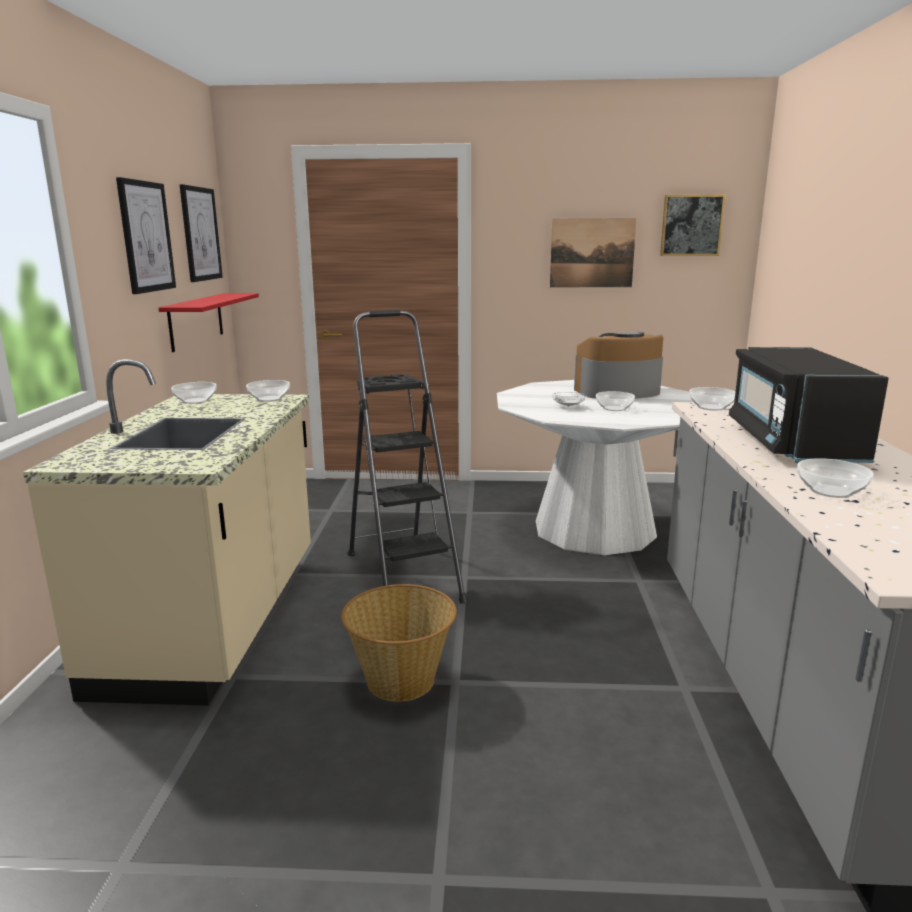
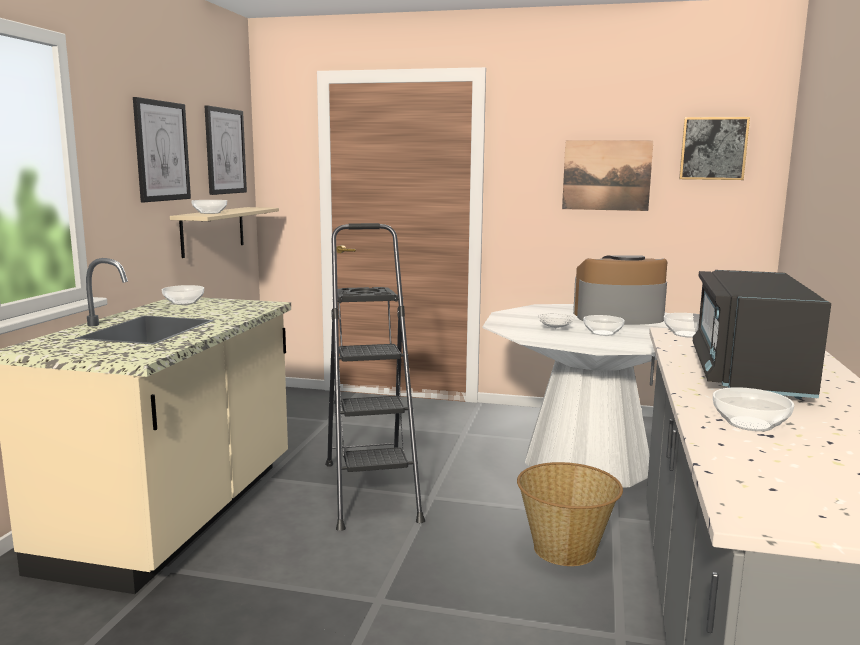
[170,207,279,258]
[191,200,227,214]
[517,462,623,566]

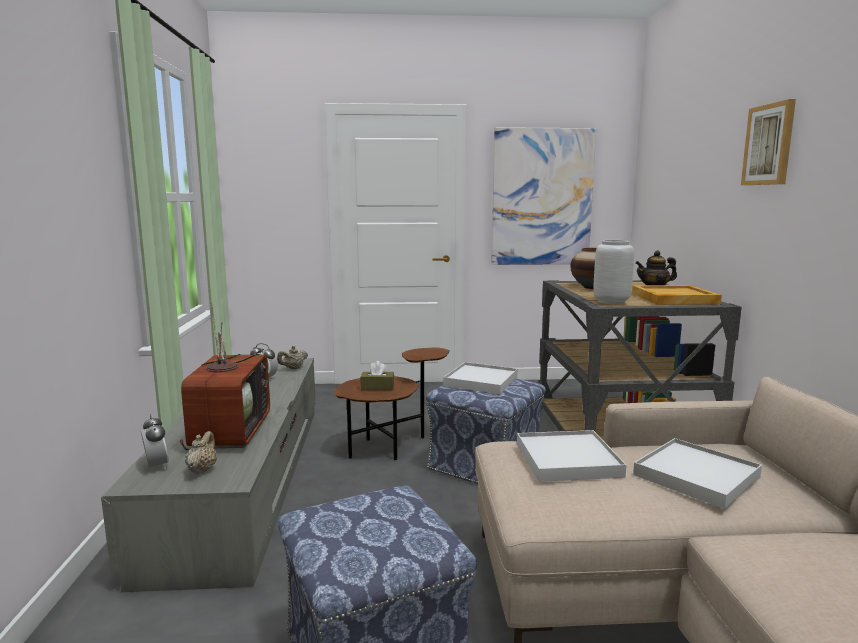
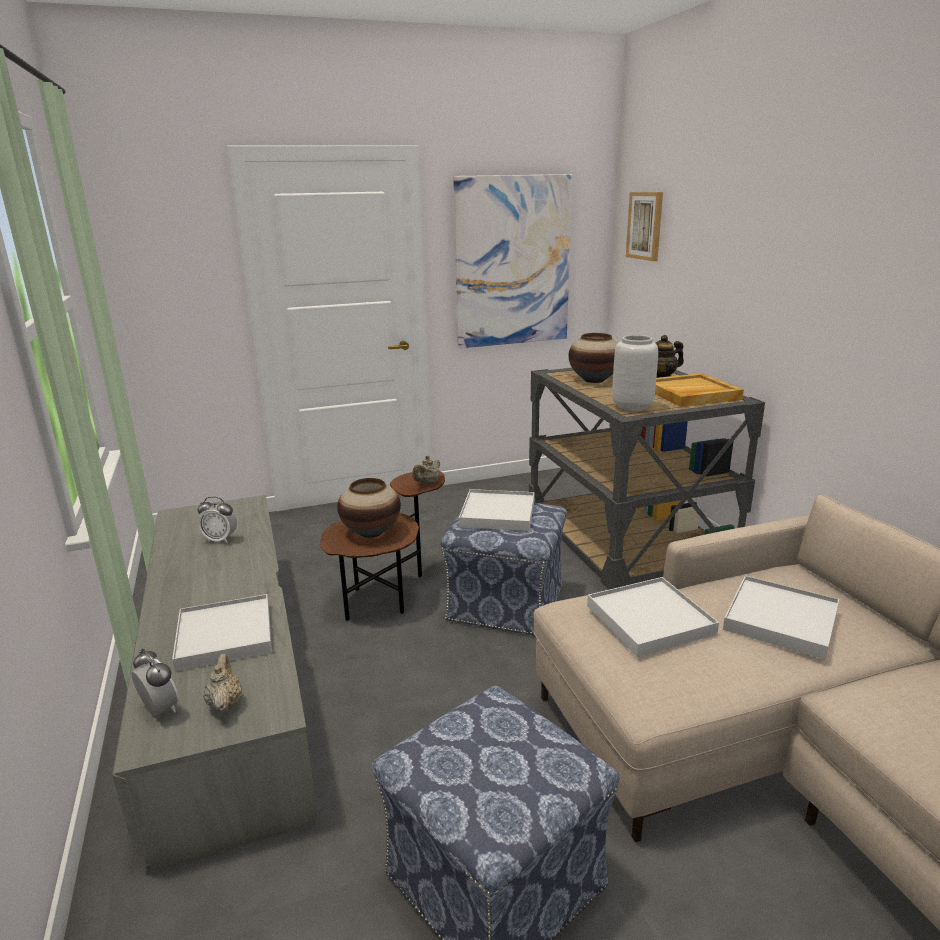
[172,594,272,671]
[412,455,440,485]
[337,478,401,538]
[626,192,663,261]

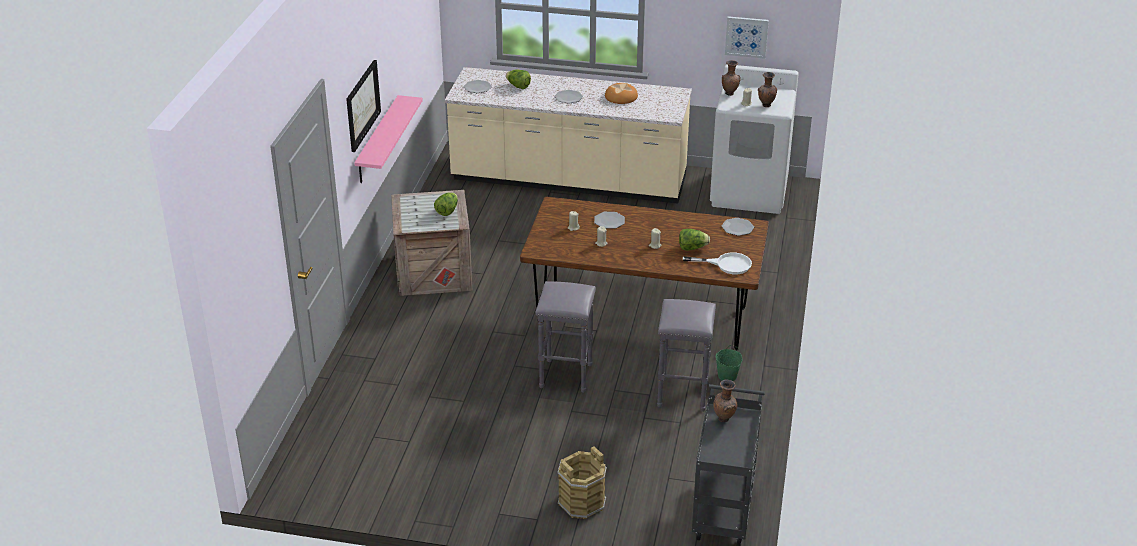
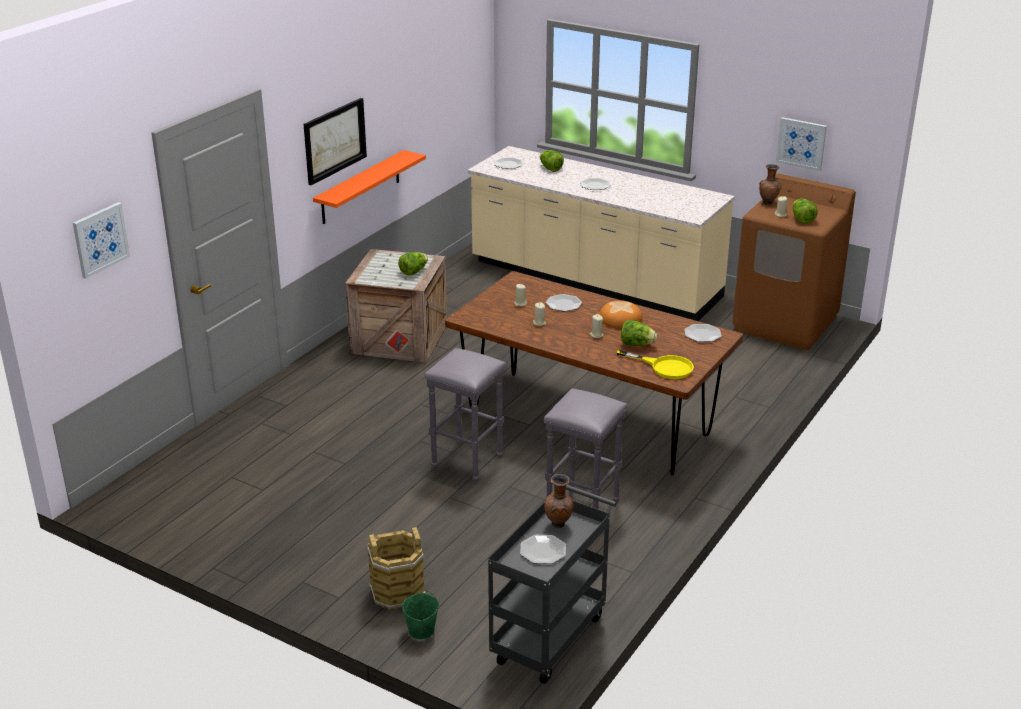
[313,150,426,224]
[599,300,642,328]
[616,350,694,379]
[732,174,856,350]
[402,589,439,640]
[793,199,818,224]
[73,202,130,279]
[520,535,566,564]

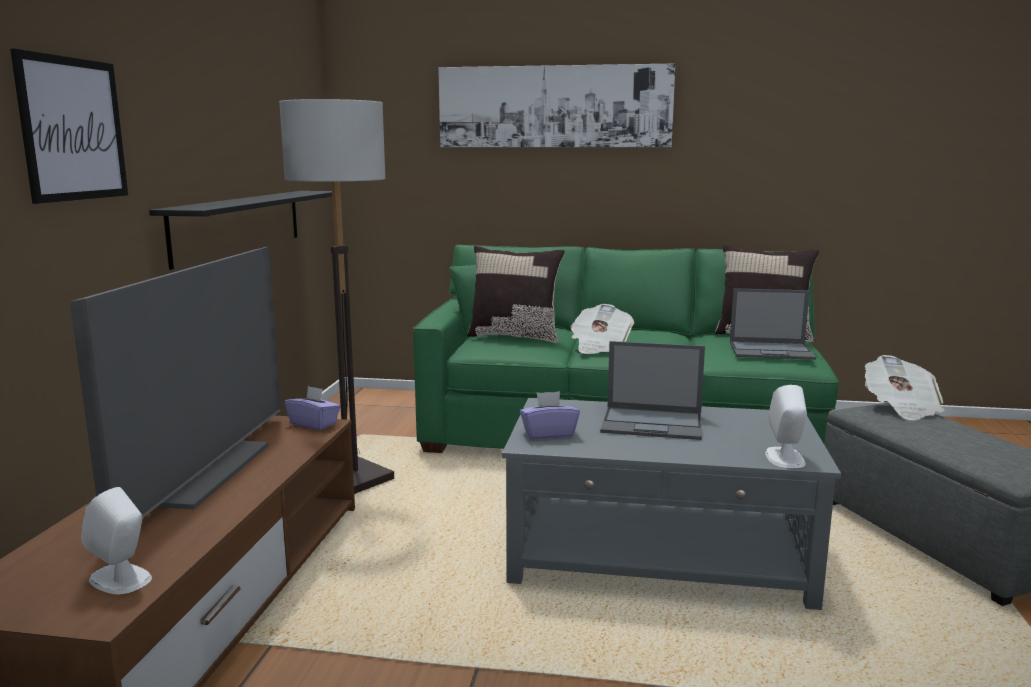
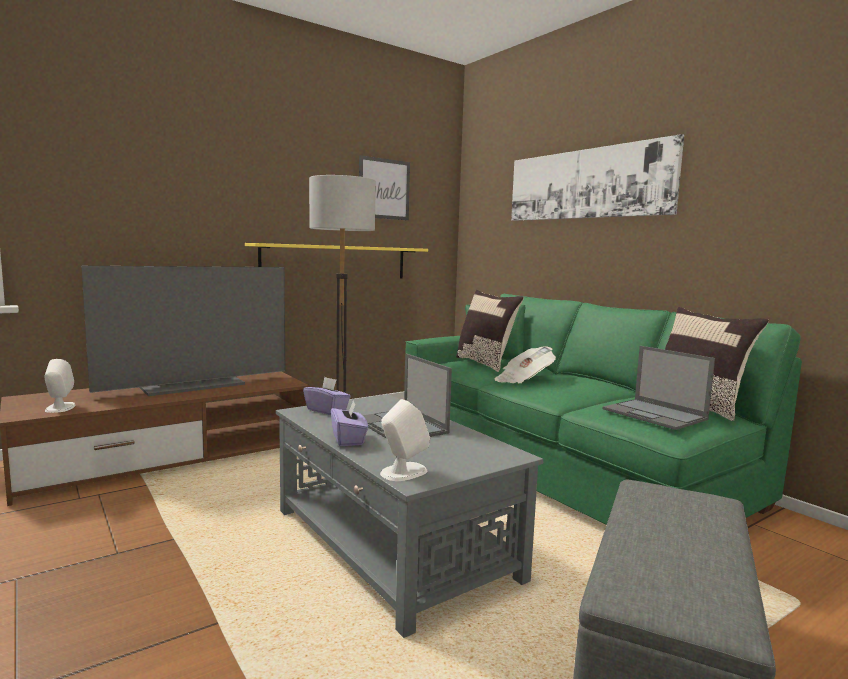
[359,155,410,220]
[245,243,428,278]
[331,400,368,446]
[865,355,945,420] (first image)

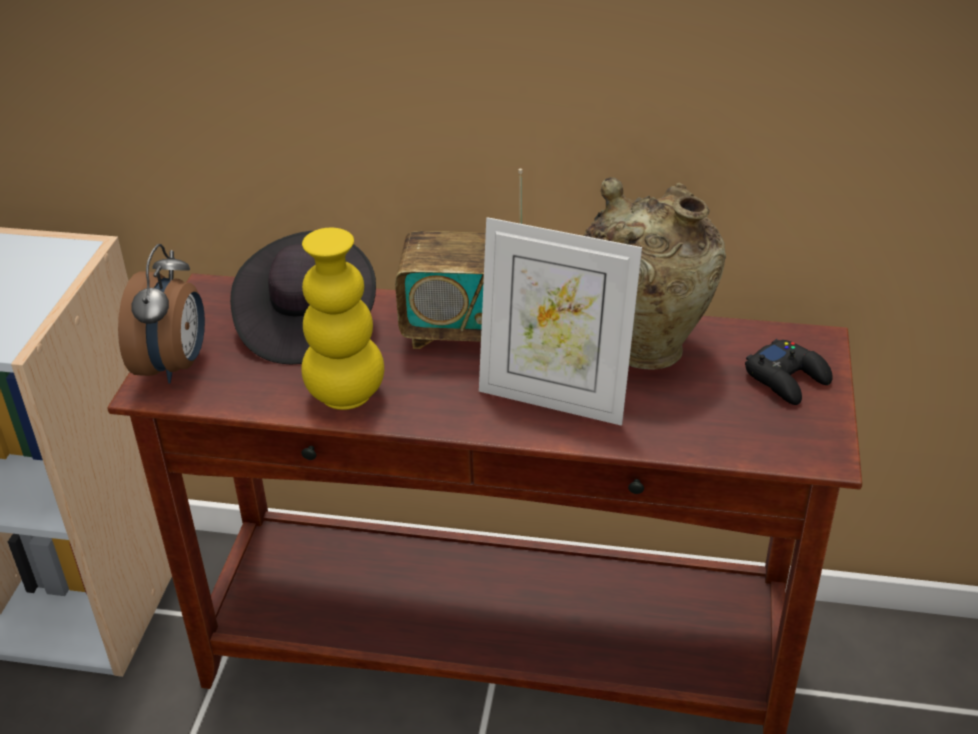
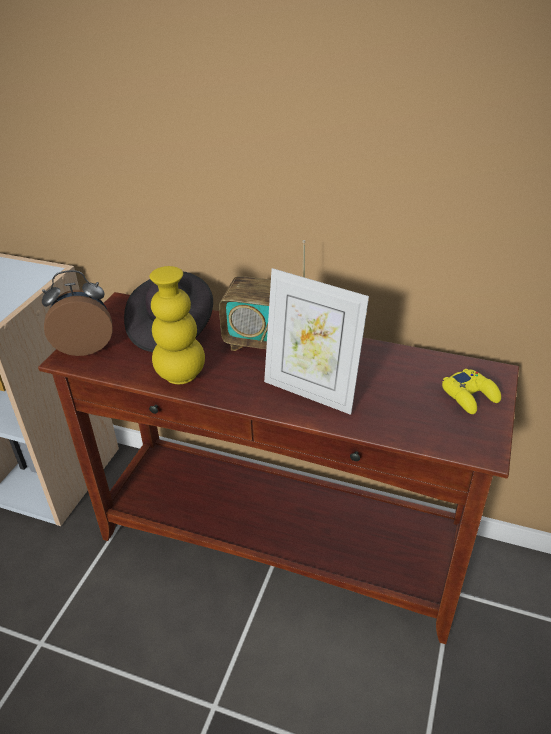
[42,270,113,356]
[584,177,726,370] (first image)
[442,368,501,414]

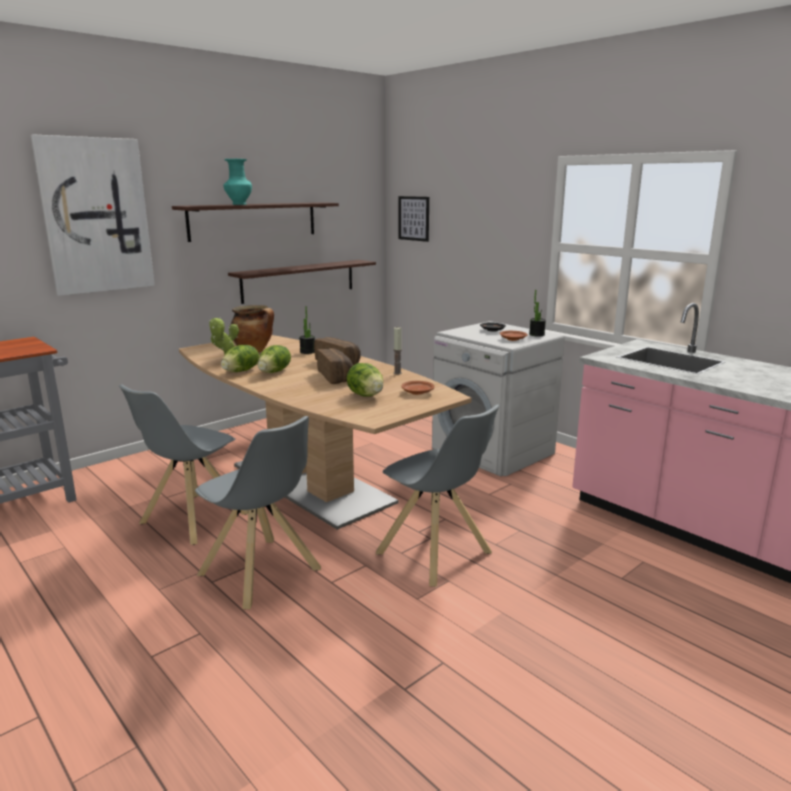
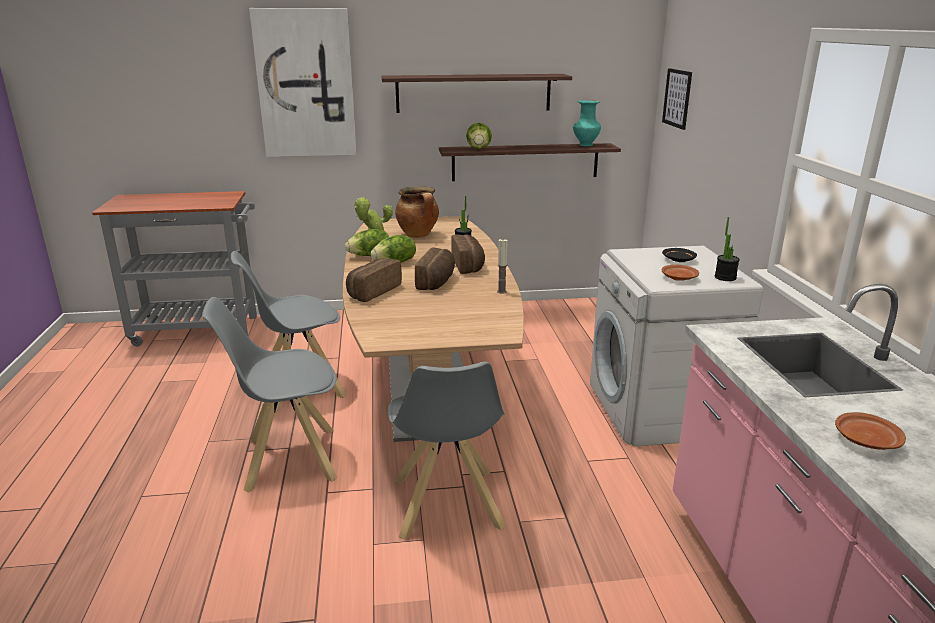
[202,297,337,492]
[573,100,601,146]
[466,123,492,149]
[835,412,906,450]
[346,258,402,302]

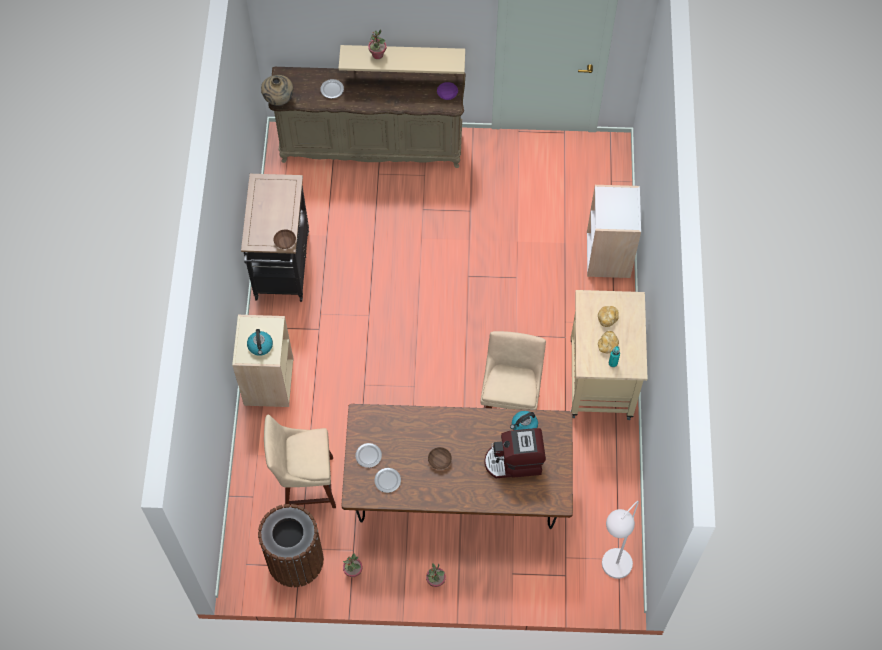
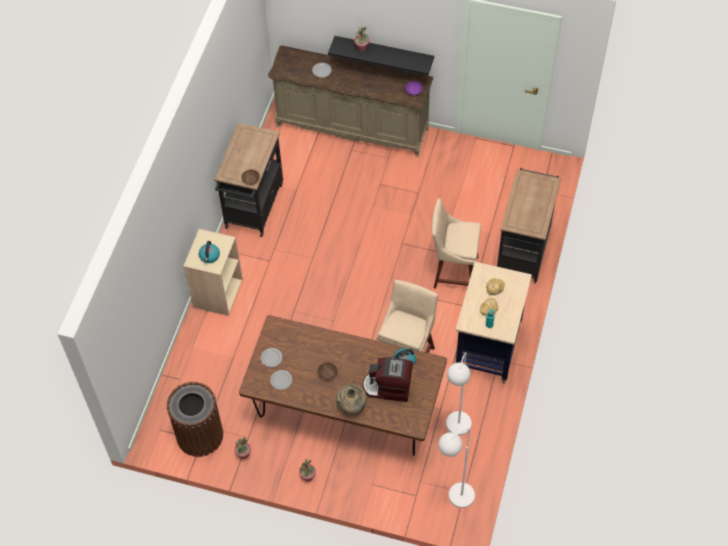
[336,384,367,414]
[432,198,481,289]
[328,36,434,75]
[456,262,532,384]
[497,168,561,284]
[446,352,472,435]

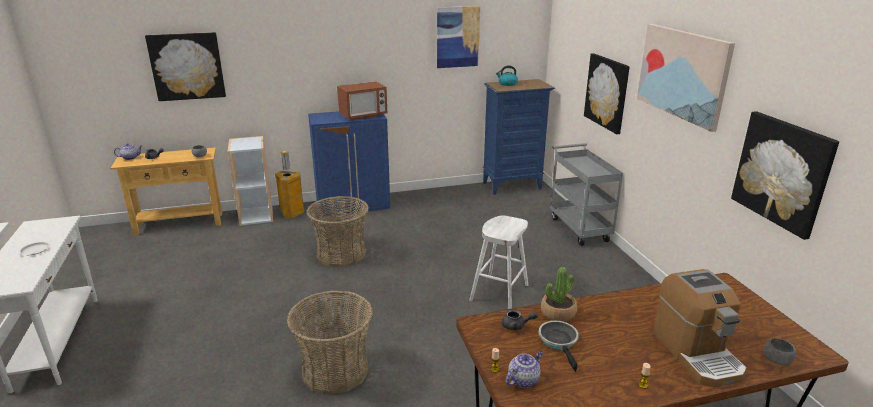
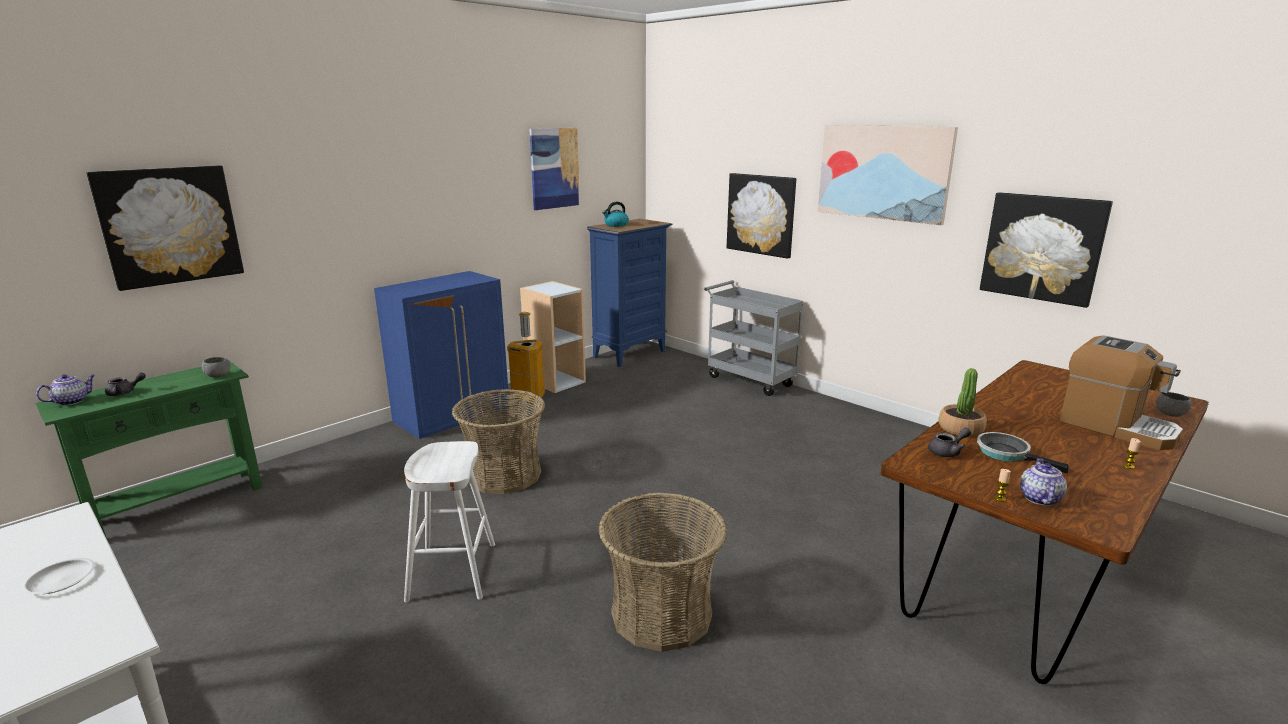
[35,361,263,539]
[520,281,586,393]
[507,312,545,402]
[337,81,387,120] (first image)
[404,441,495,602]

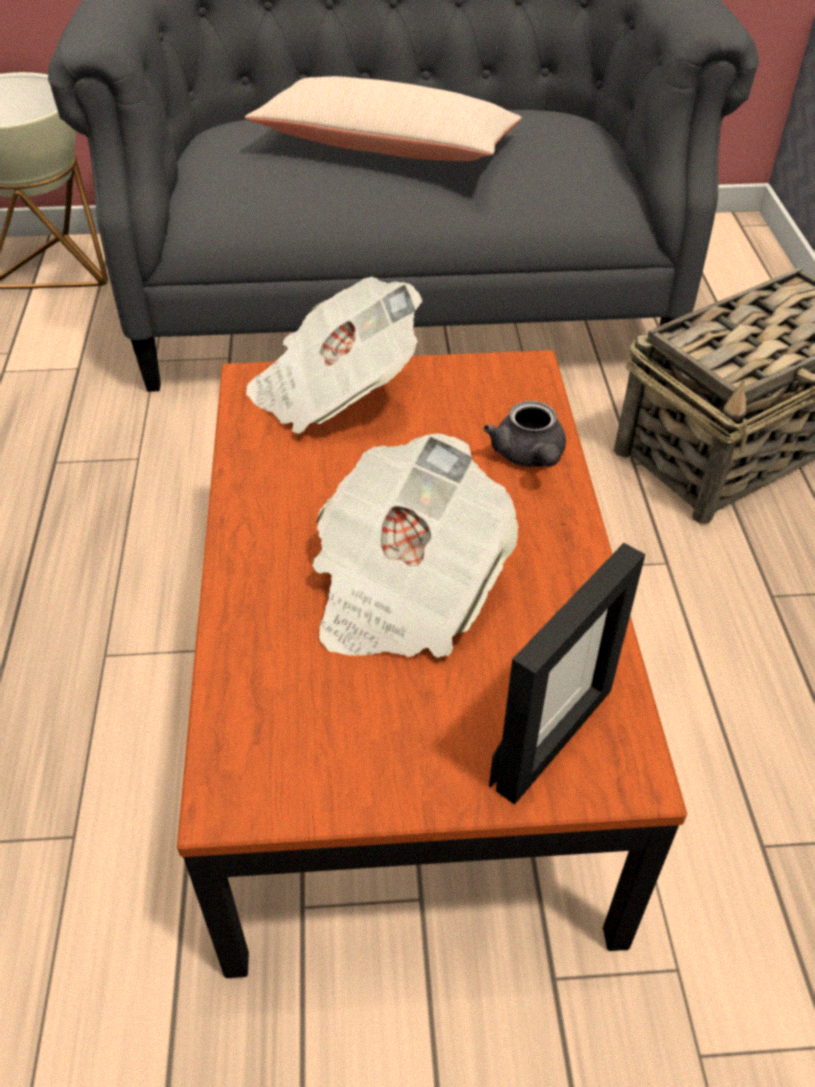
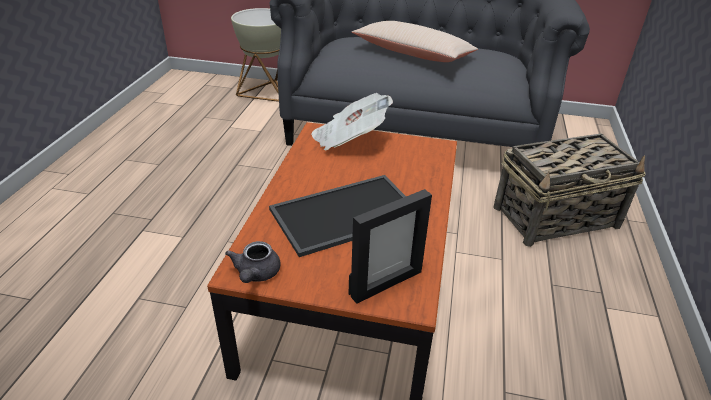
[269,175,406,257]
[225,241,281,283]

